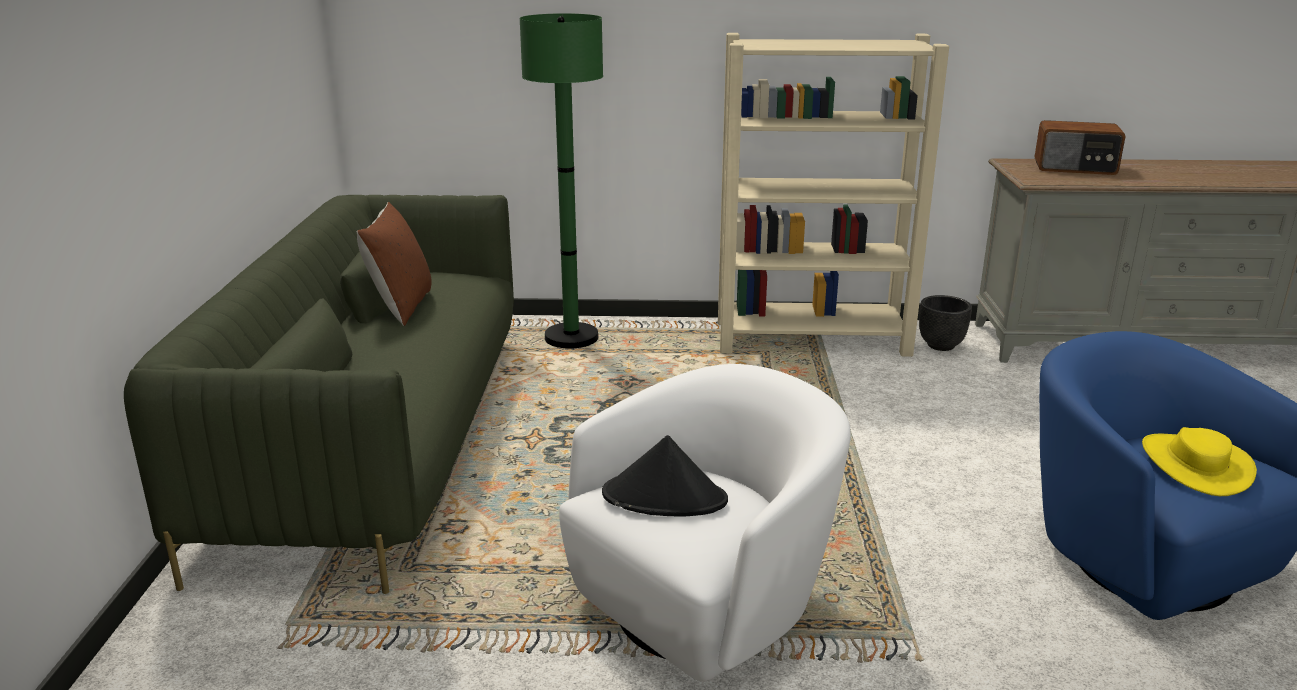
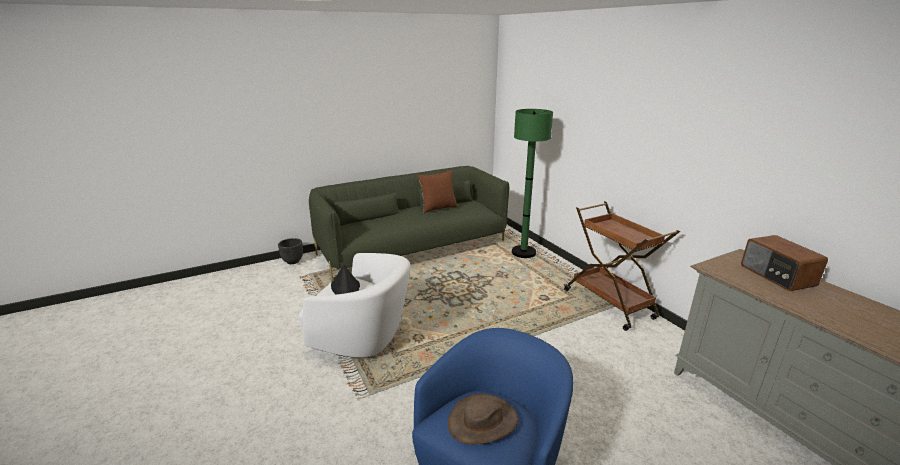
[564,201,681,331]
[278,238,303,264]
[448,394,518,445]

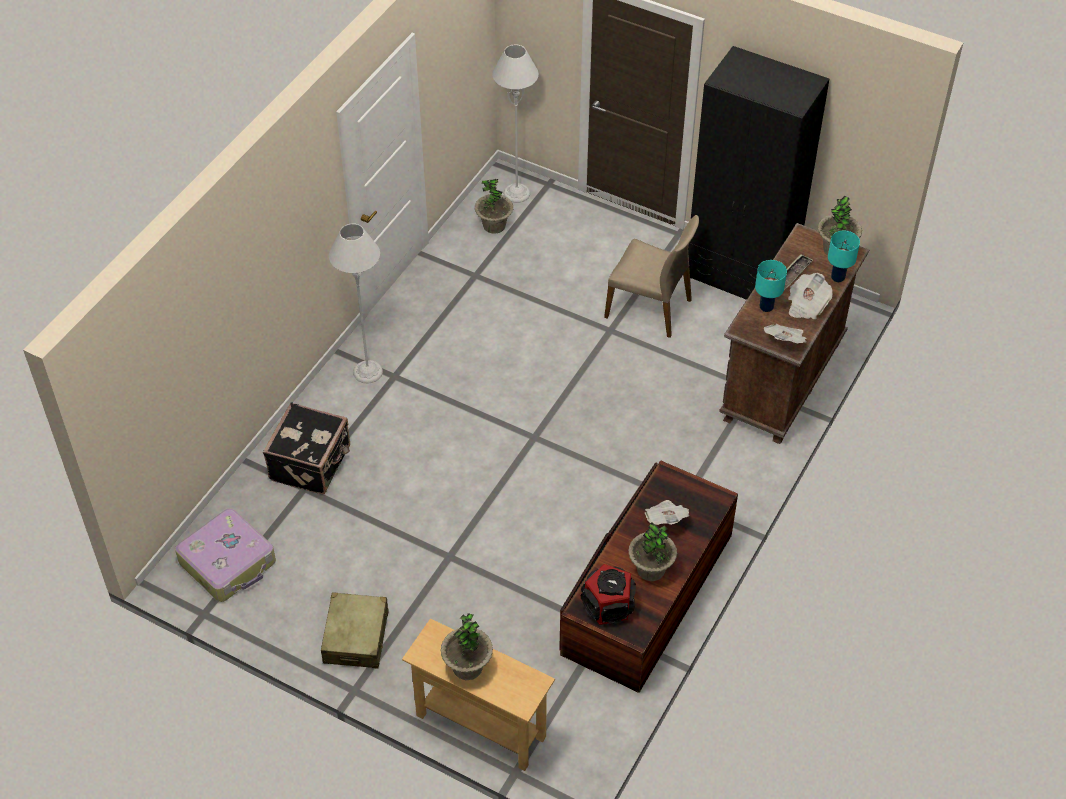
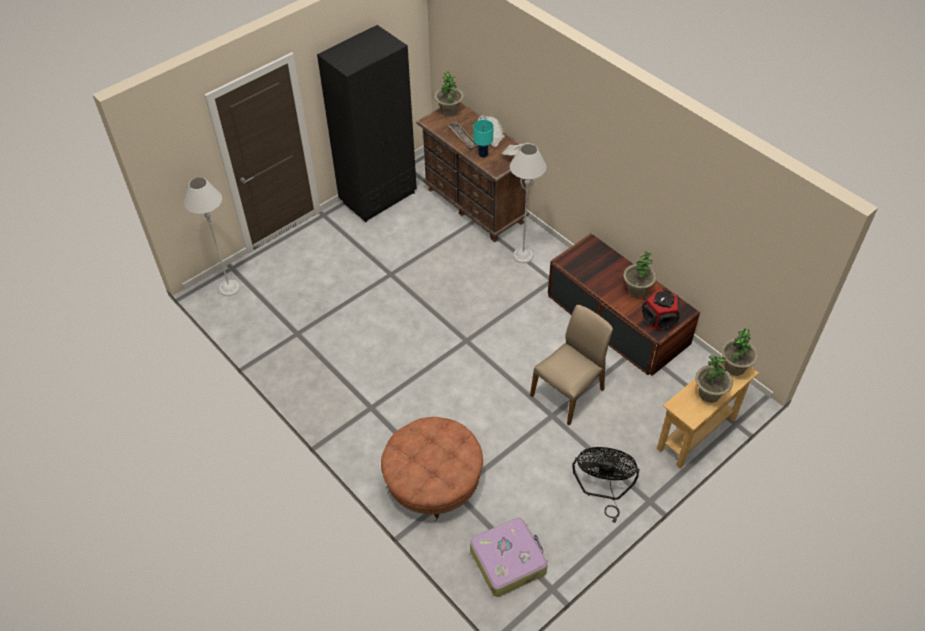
[381,417,483,521]
[572,447,639,523]
[510,144,546,263]
[721,328,758,376]
[530,305,613,425]
[645,500,689,525] (first image)
[828,231,860,282] (first image)

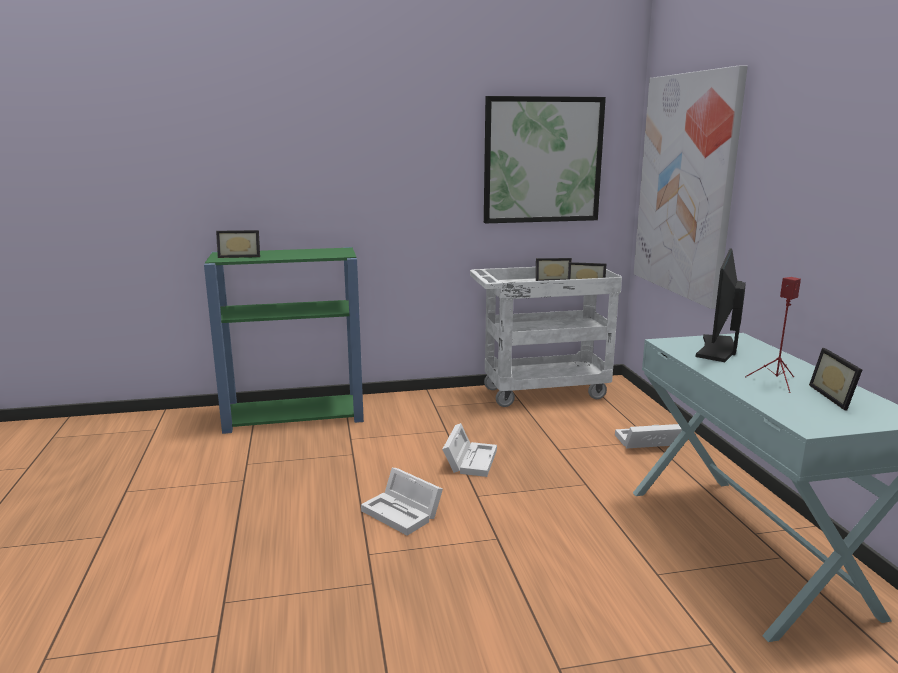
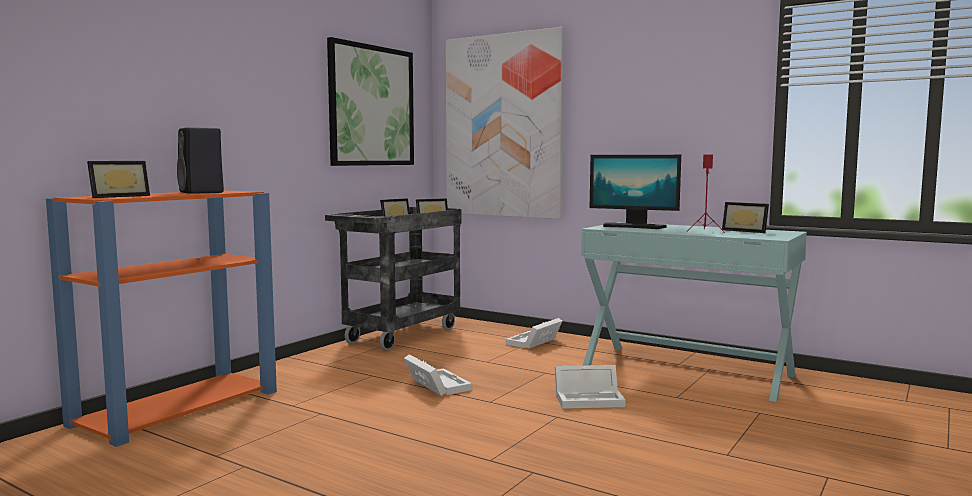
[46,190,277,447]
[555,365,626,409]
[325,207,462,350]
[590,155,681,229]
[177,127,224,194]

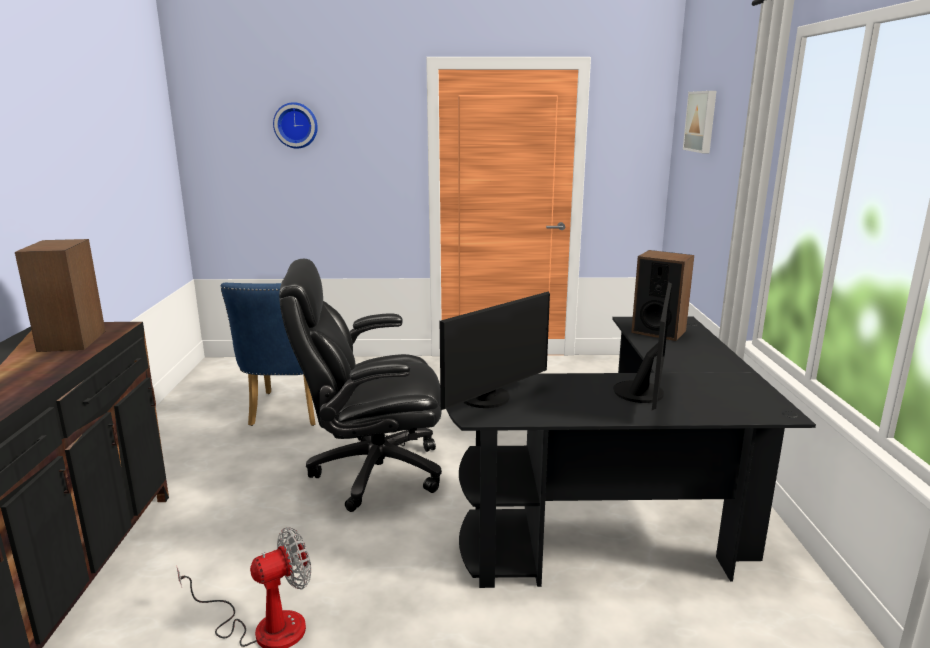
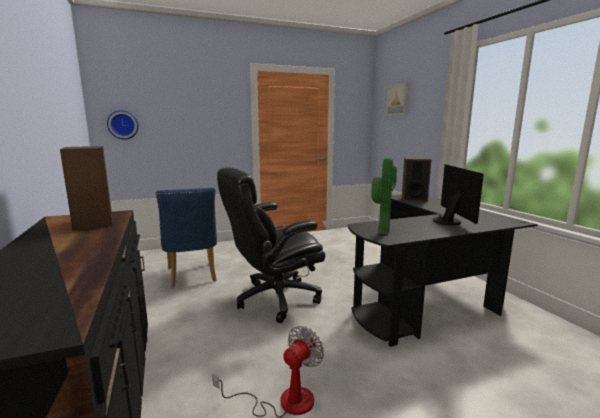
[107,110,139,140]
[371,158,397,234]

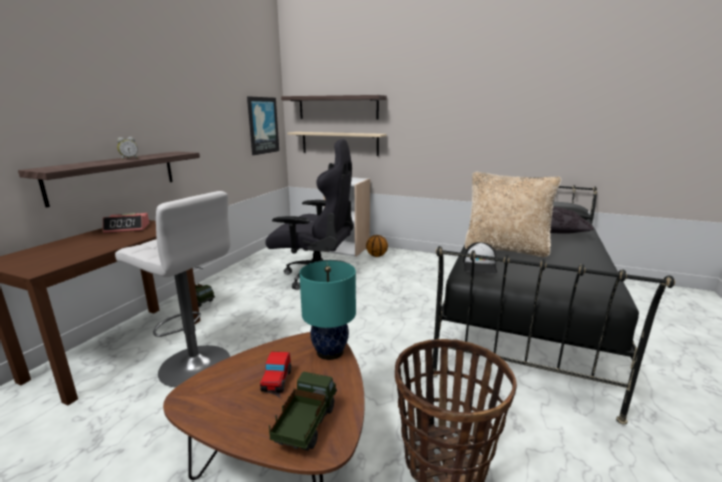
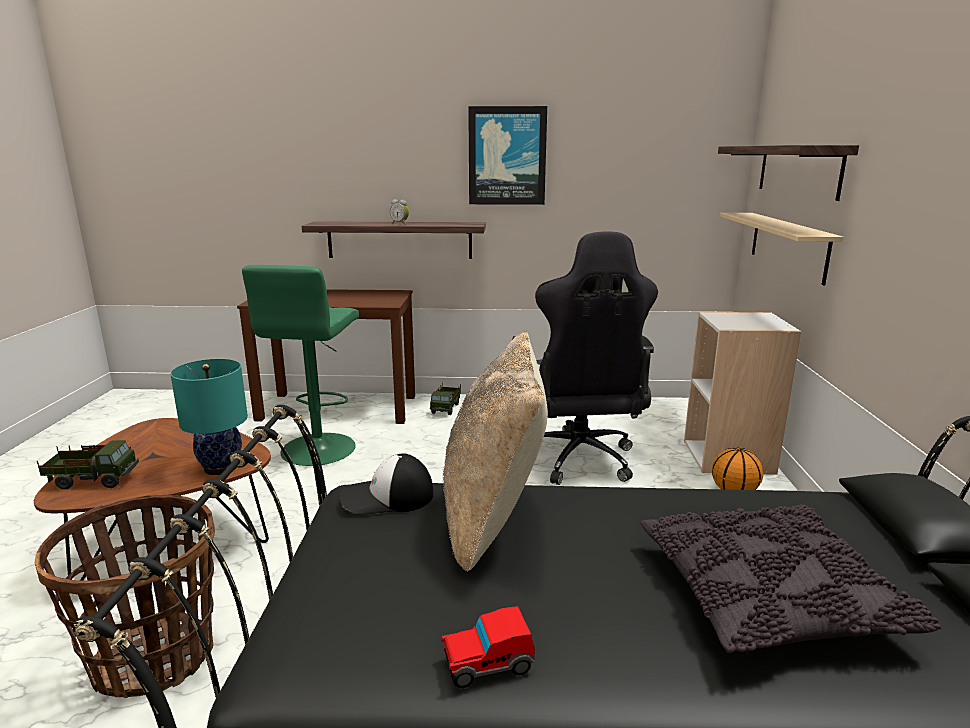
[103,213,149,233] (first image)
[242,265,359,466]
[468,106,547,205]
[441,606,535,688]

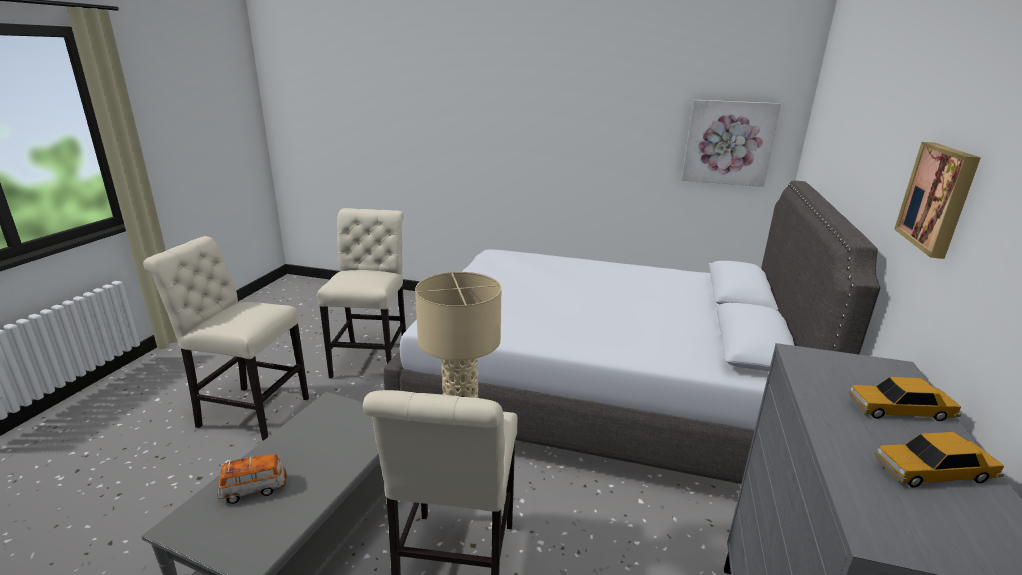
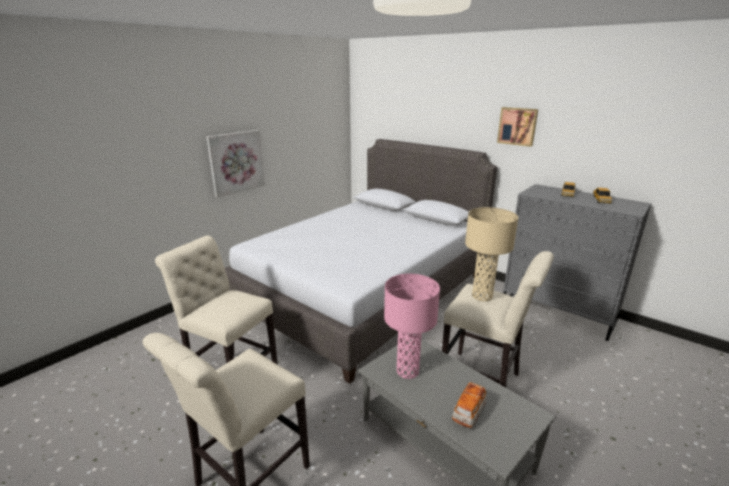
[452,382,487,428]
[206,130,265,198]
[384,274,440,379]

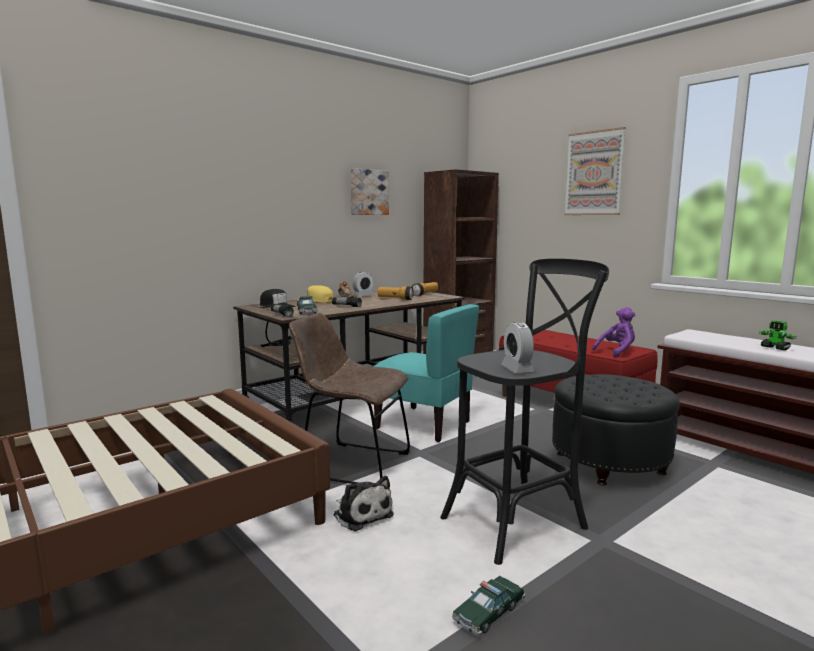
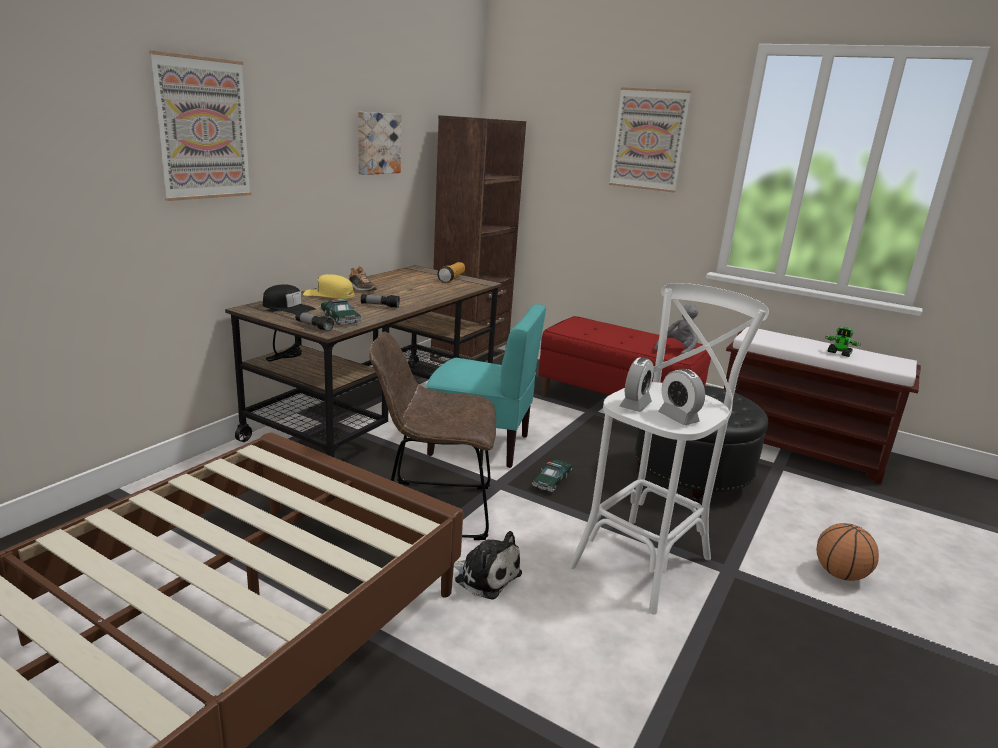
[619,357,654,412]
[378,286,414,300] (first image)
[568,283,769,615]
[532,460,572,492]
[654,303,698,354]
[149,51,252,201]
[816,523,879,581]

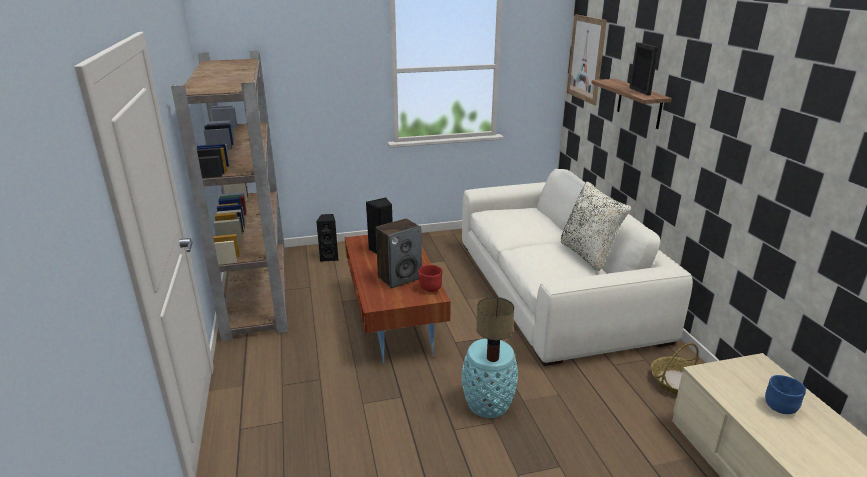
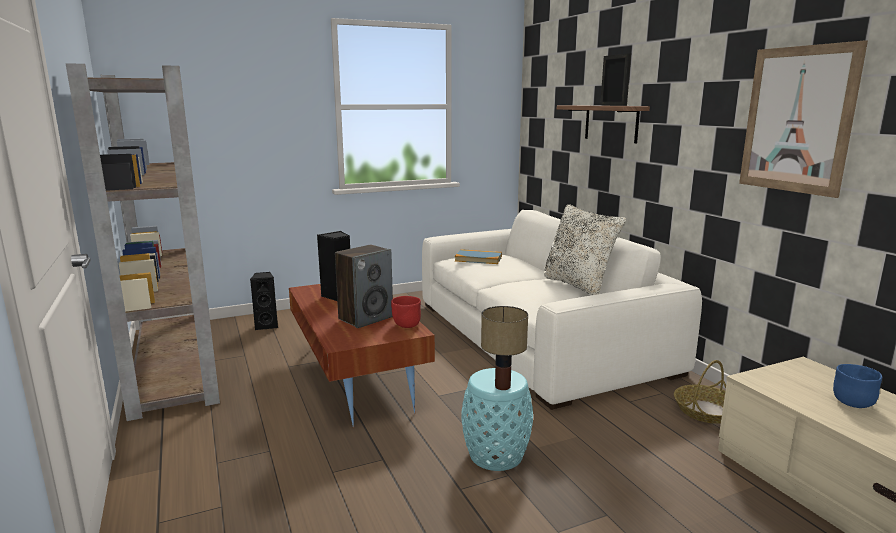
[739,40,868,198]
[455,249,502,264]

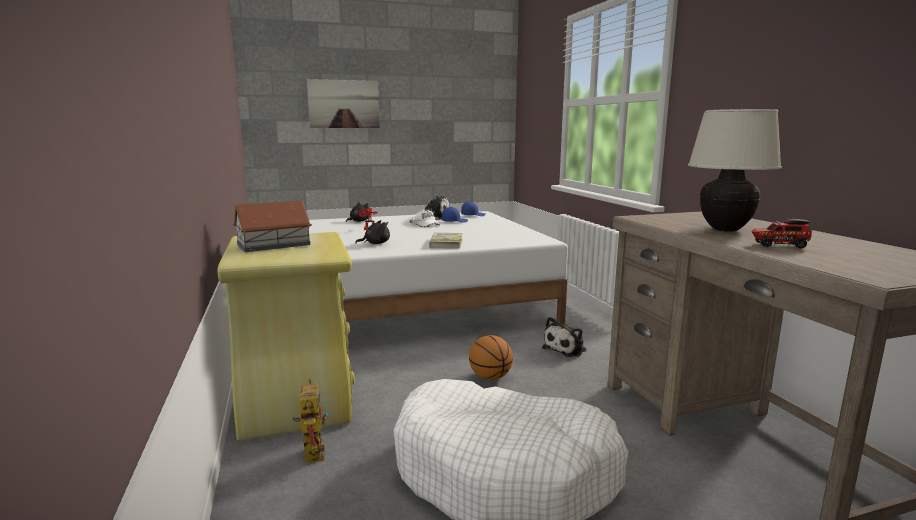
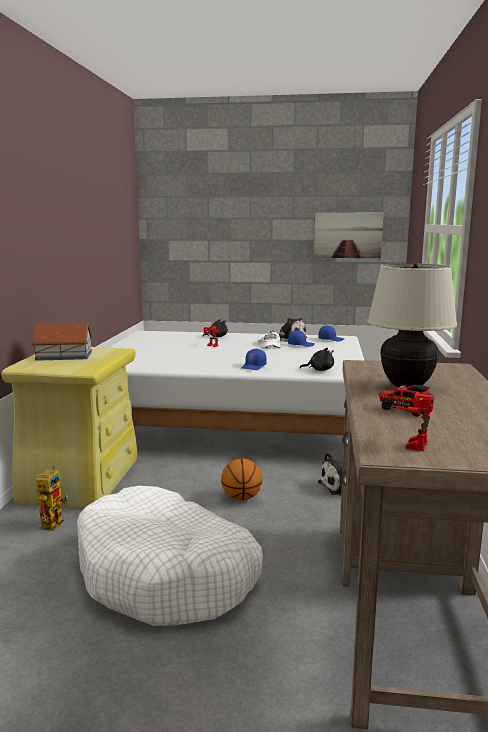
[314,213,383,258]
[300,348,334,371]
[241,349,267,370]
[396,392,434,451]

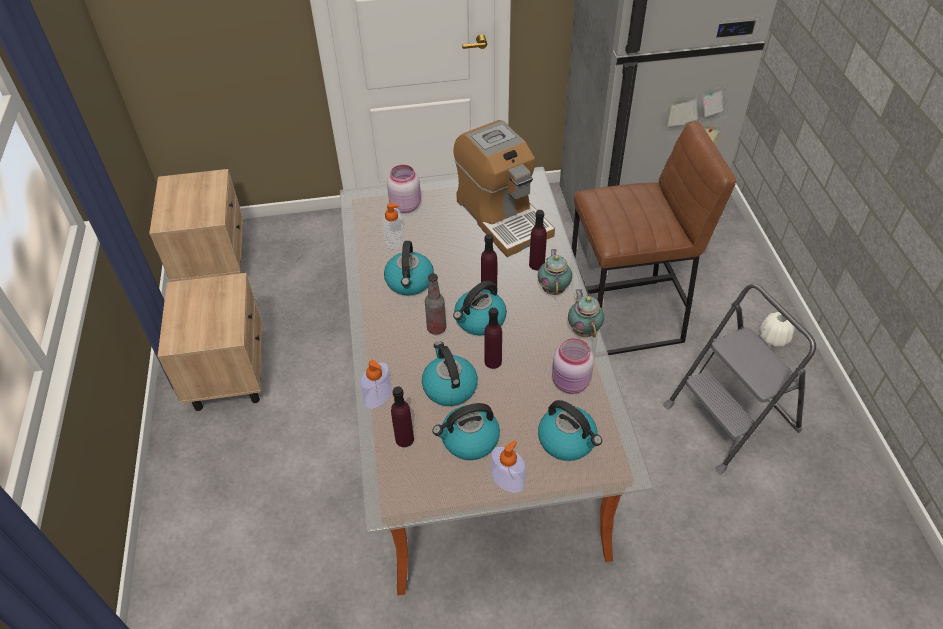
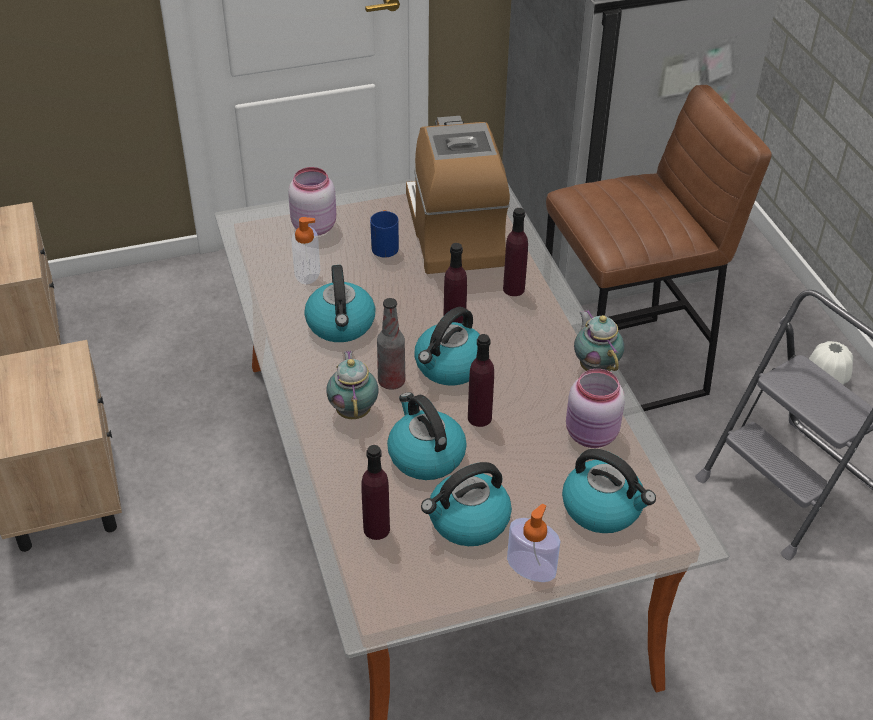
[360,360,392,409] (first image)
[406,116,510,274]
[326,350,378,419]
[370,210,399,258]

